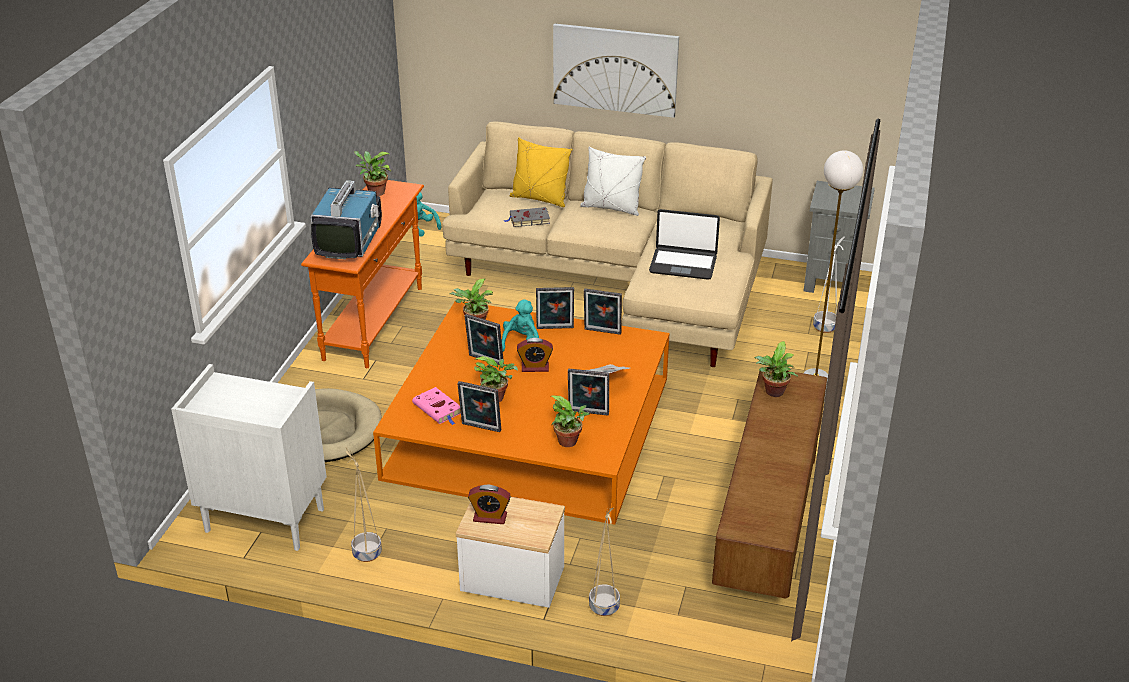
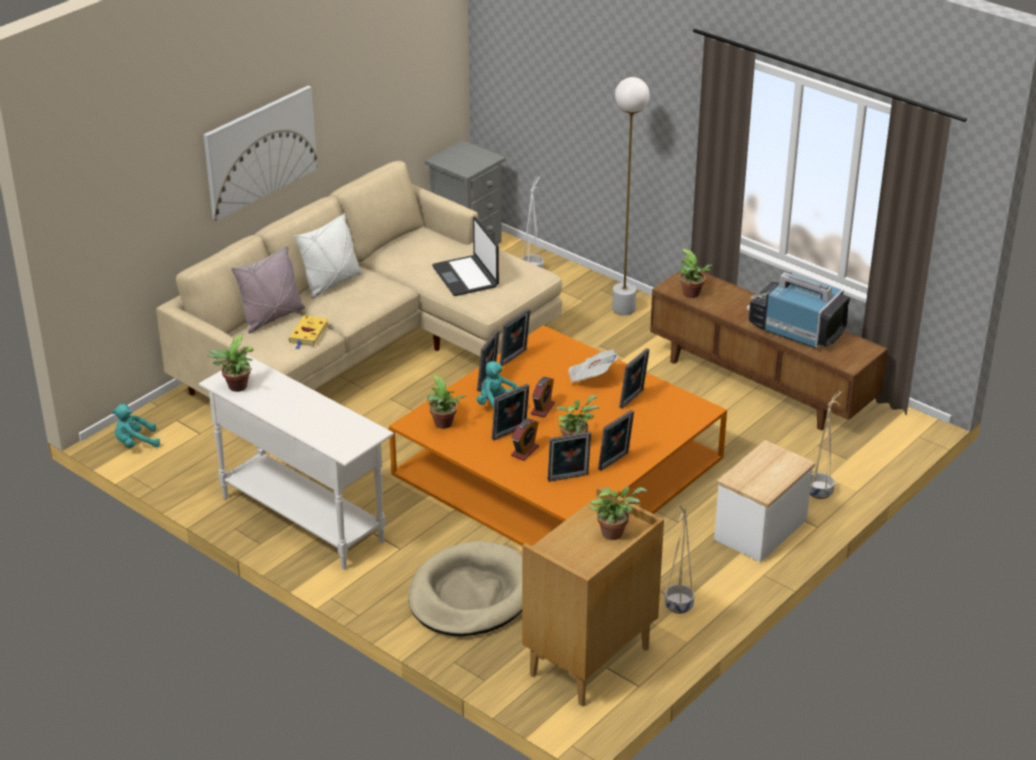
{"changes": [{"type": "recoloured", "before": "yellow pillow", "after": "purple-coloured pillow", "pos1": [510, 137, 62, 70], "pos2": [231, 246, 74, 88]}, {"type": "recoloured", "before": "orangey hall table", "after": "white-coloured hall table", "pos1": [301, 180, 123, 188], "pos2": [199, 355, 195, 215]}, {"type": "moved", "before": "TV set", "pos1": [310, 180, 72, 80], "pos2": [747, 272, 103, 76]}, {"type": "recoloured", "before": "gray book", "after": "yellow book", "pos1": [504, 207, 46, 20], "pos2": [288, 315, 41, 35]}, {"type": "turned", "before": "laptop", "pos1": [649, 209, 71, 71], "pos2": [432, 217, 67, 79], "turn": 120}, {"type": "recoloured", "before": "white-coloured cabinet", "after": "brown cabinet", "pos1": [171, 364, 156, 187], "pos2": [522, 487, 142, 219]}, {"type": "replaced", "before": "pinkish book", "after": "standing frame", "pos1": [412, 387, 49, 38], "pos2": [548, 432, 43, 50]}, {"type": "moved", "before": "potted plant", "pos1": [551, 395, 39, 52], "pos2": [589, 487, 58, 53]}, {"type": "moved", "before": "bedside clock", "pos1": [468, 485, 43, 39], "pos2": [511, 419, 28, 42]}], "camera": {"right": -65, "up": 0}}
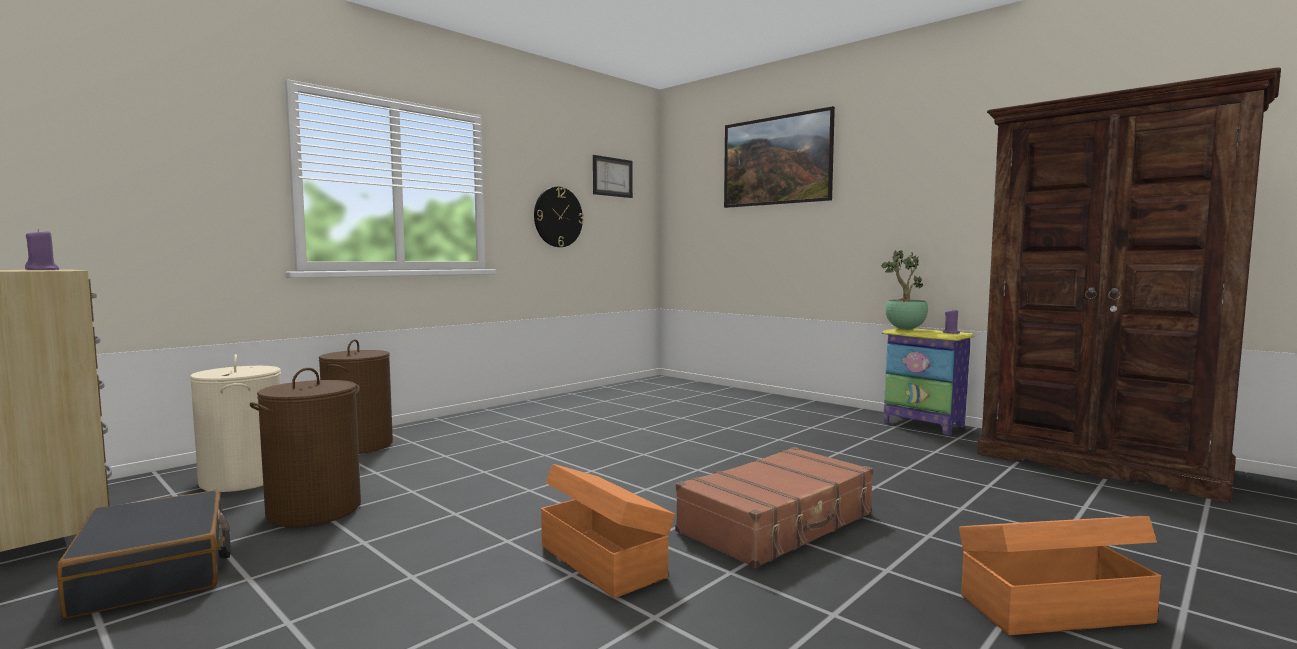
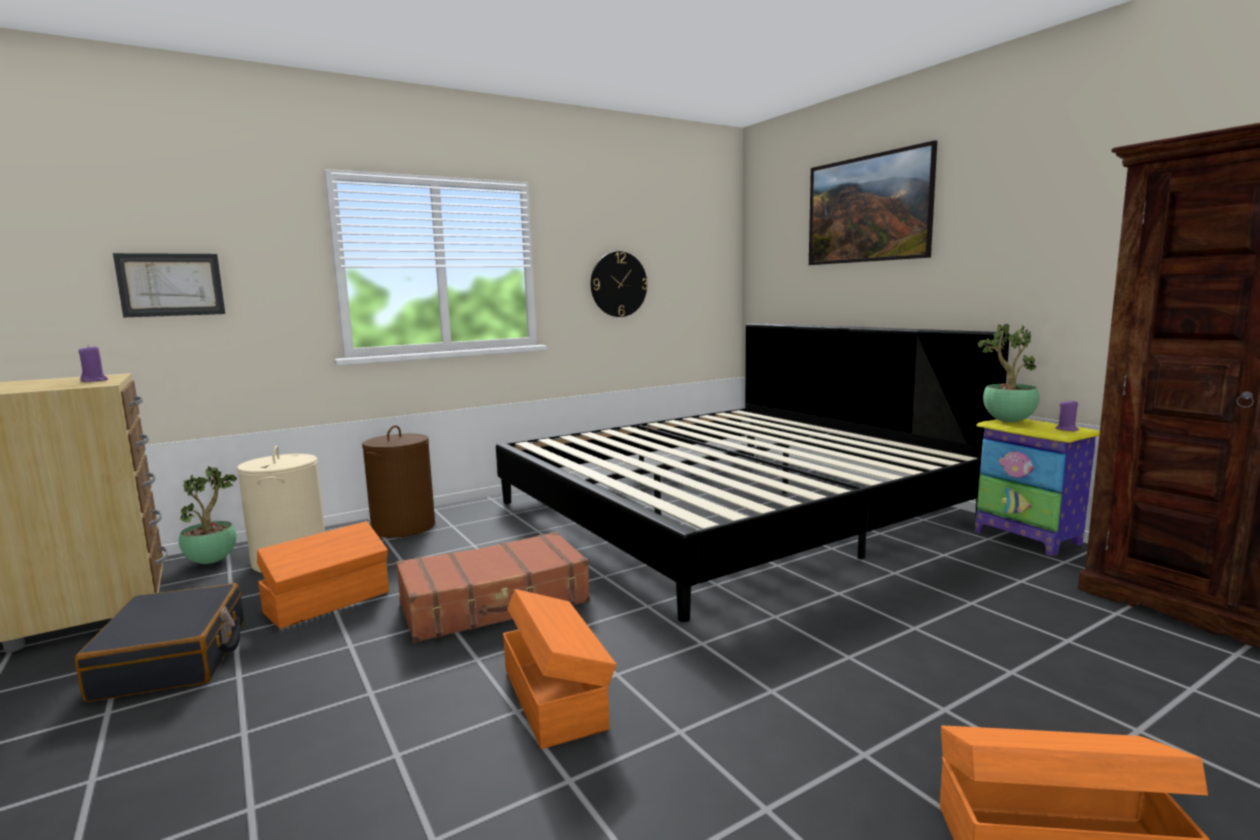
{"changes": [{"type": "moved", "before": "wall picture", "pos1": [593, 155, 40, 43], "pos2": [113, 253, 112, 64]}, {"type": "replaced", "before": "brown hamper", "after": "orangey storage box", "pos1": [250, 368, 111, 159], "pos2": [257, 521, 132, 108]}, {"type": "moved", "before": "brown piece of luggage", "pos1": [675, 447, 198, 121], "pos2": [396, 532, 194, 111]}, {"type": "added", "after": "bed", "pos2": [496, 323, 514, 299]}, {"type": "added", "after": "potted plant", "pos2": [179, 466, 58, 98]}], "camera": {"right": 15, "up": 5}}
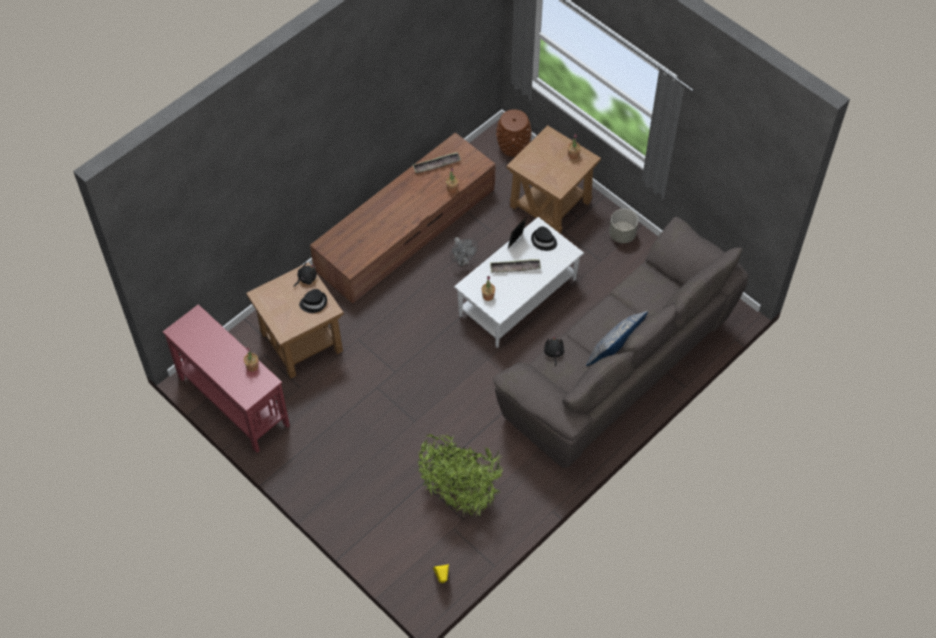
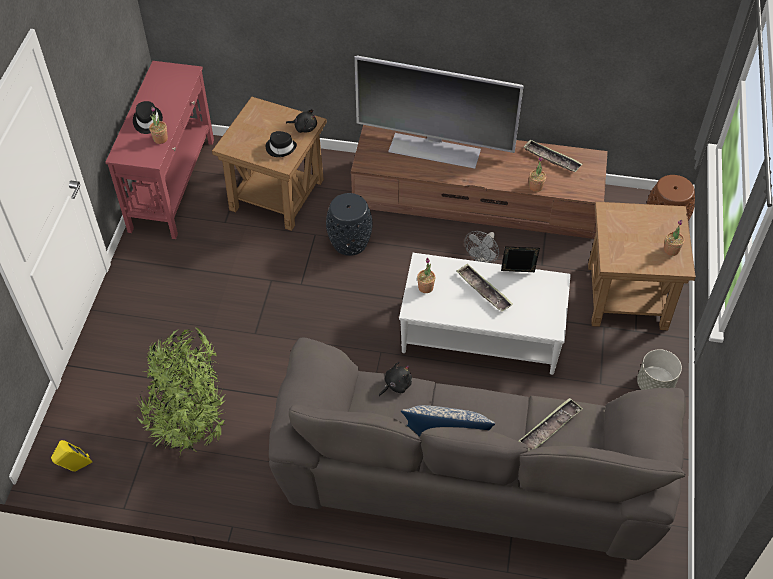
{"changes": [{"type": "moved", "before": "black wearable hat", "pos1": [531, 226, 26, 25], "pos2": [133, 101, 30, 33]}, {"type": "added", "after": "TV set", "pos2": [355, 56, 169, 113]}, {"type": "added", "after": "black sitting stool", "pos2": [326, 193, 46, 63]}, {"type": "added", "after": "carrying tray", "pos2": [519, 398, 64, 53]}], "camera": {"right": 55, "up": -5}}
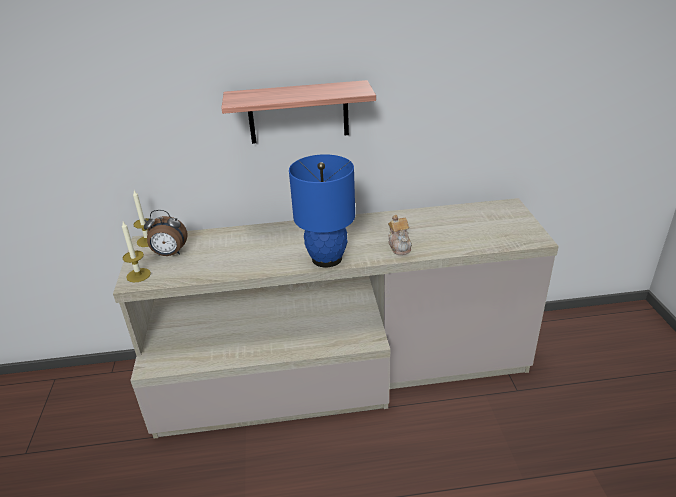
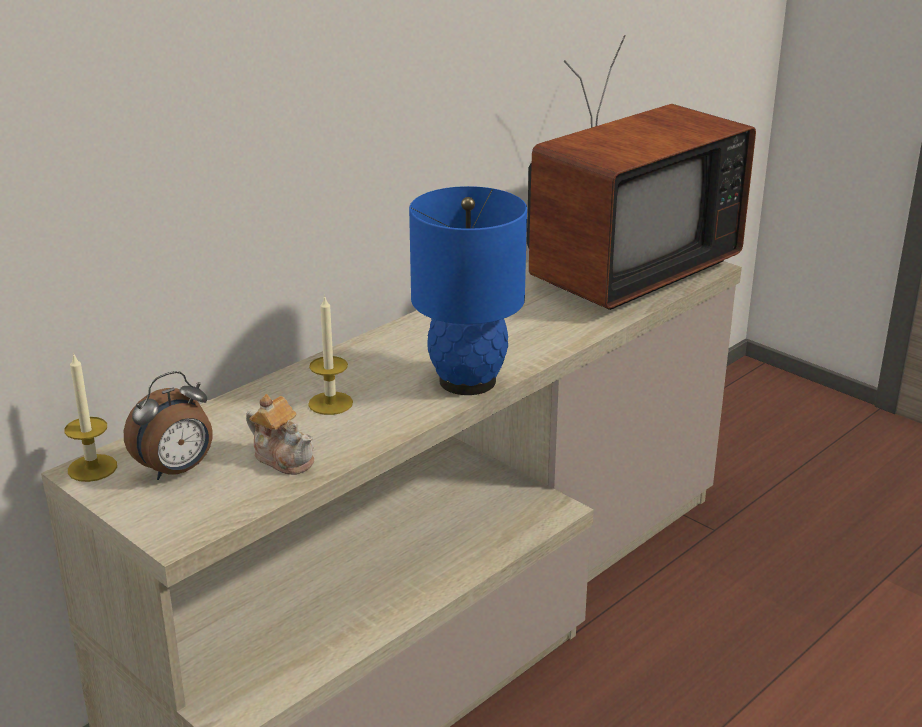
{"changes": [{"type": "removed", "before": "bracket shelf", "pos1": [221, 80, 155, 64]}, {"type": "moved", "before": "teapot", "pos1": [388, 215, 24, 40], "pos2": [246, 394, 68, 81]}, {"type": "moved", "before": "wax light", "pos1": [122, 222, 29, 60], "pos2": [308, 295, 45, 120]}, {"type": "added", "after": "TV set", "pos2": [527, 35, 229, 275]}], "camera": {"right": -40, "up": -5}}
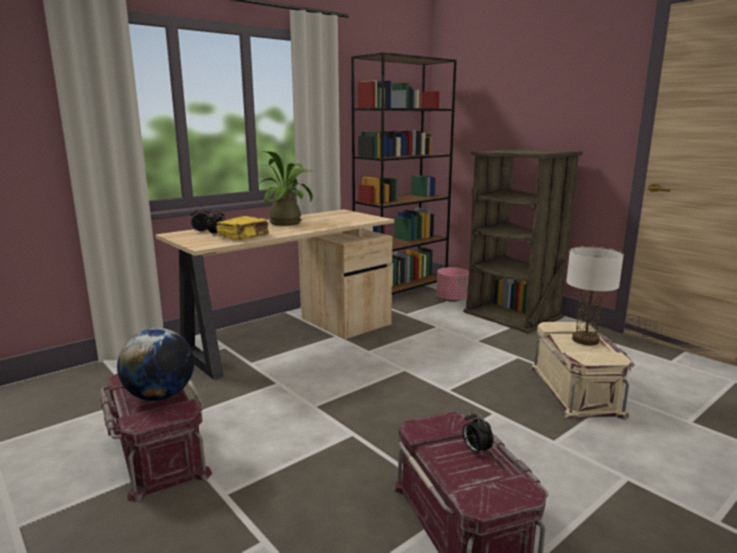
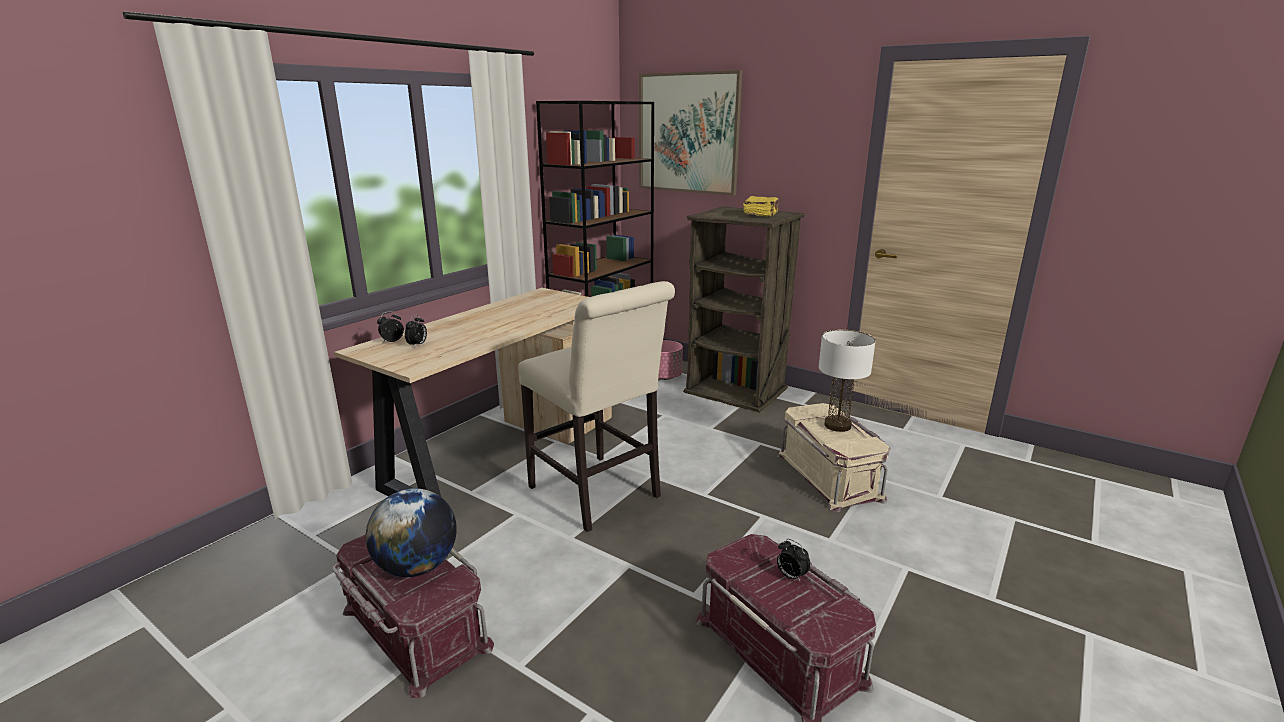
{"changes": [{"type": "removed", "before": "potted plant", "pos1": [257, 151, 56, 75]}, {"type": "moved", "before": "yellow book", "pos1": [217, 216, 52, 24], "pos2": [743, 196, 36, 20]}, {"type": "added", "after": "wall picture", "pos2": [639, 70, 104, 126]}, {"type": "added", "after": "beige sitting stool", "pos2": [518, 281, 157, 251]}], "camera": {"right": -15, "up": 5}}
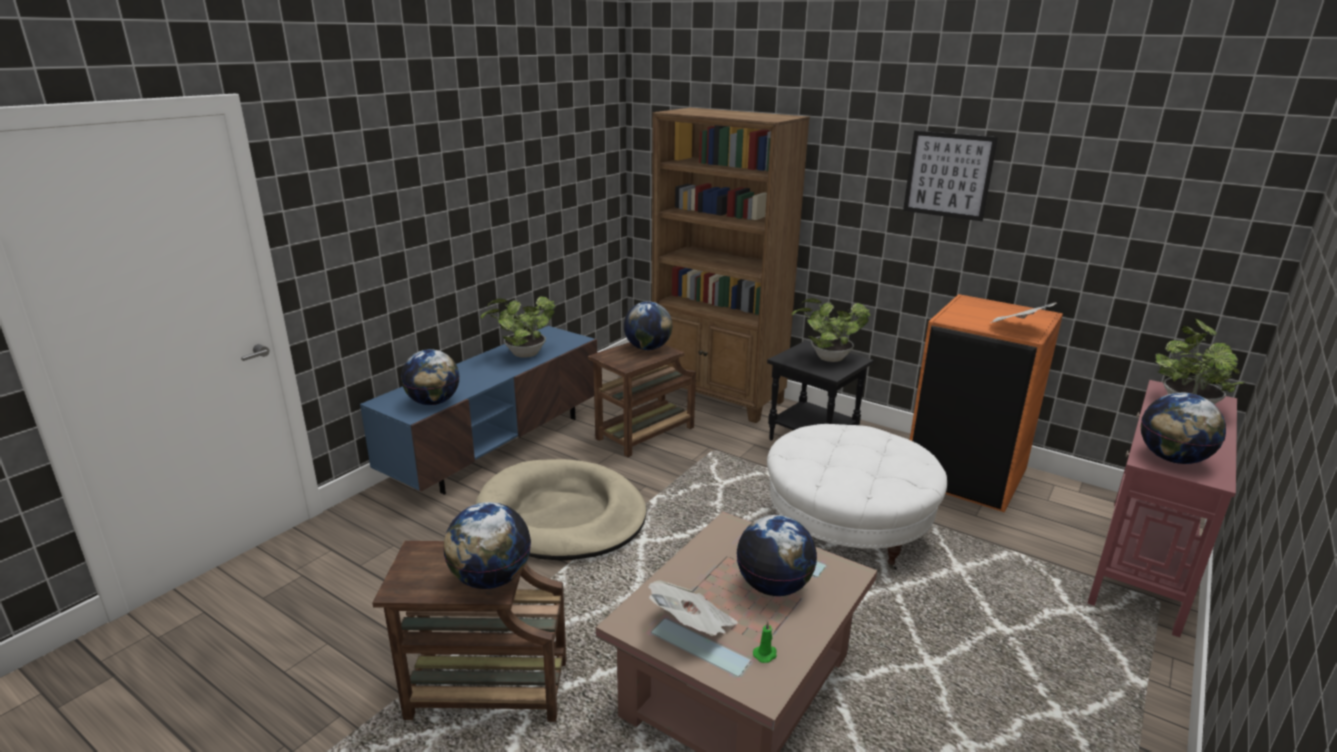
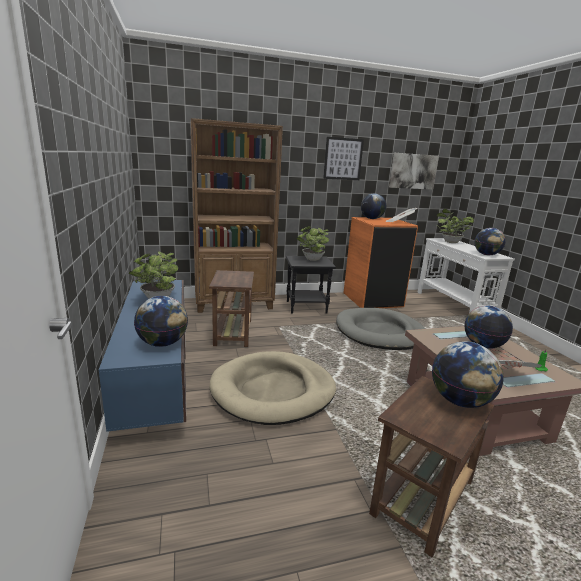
{"changes": [{"type": "moved", "before": "globe", "pos1": [624, 301, 48, 49], "pos2": [361, 194, 25, 25]}, {"type": "recoloured", "before": "reddish hall table", "after": "white-coloured hall table", "pos1": [1088, 380, 149, 257], "pos2": [417, 238, 98, 75]}, {"type": "replaced", "before": "white-coloured ottoman", "after": "gray pet bed", "pos1": [767, 424, 180, 146], "pos2": [336, 308, 89, 42]}, {"type": "added", "after": "wall picture", "pos2": [389, 153, 50, 36]}], "camera": {"right": -50, "up": -5}}
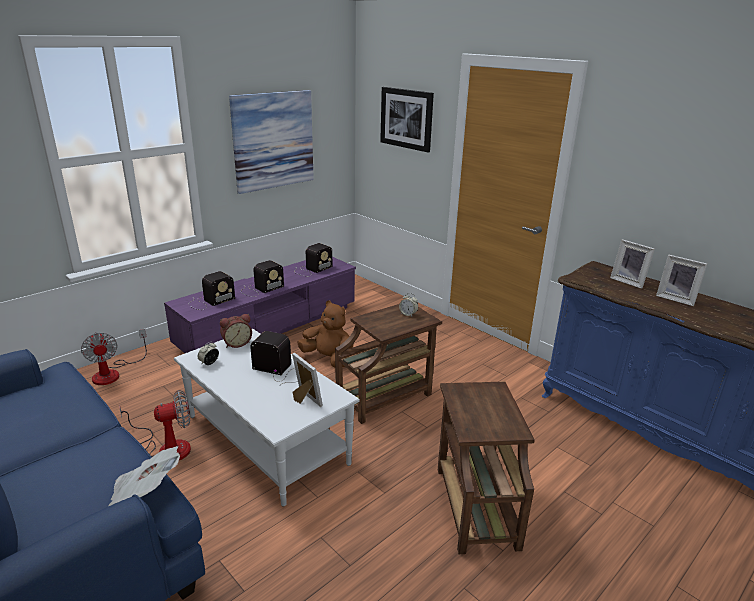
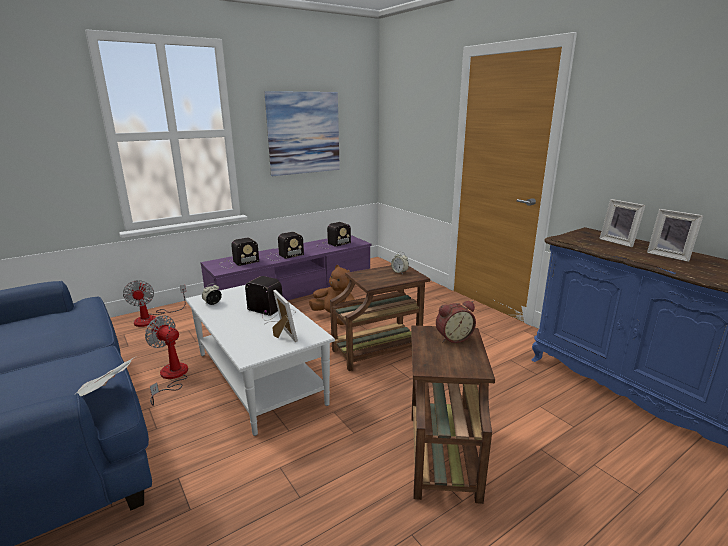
{"changes": [{"type": "removed", "before": "wall picture", "pos1": [380, 87, 54, 65]}, {"type": "moved", "before": "bedside clock", "pos1": [220, 314, 32, 34], "pos2": [436, 301, 40, 42]}, {"type": "turned", "before": "cooling fan", "pos1": [119, 390, 72, 70], "pos2": [145, 315, 43, 91], "turn": -135}], "camera": {"right": 10, "up": -5}}
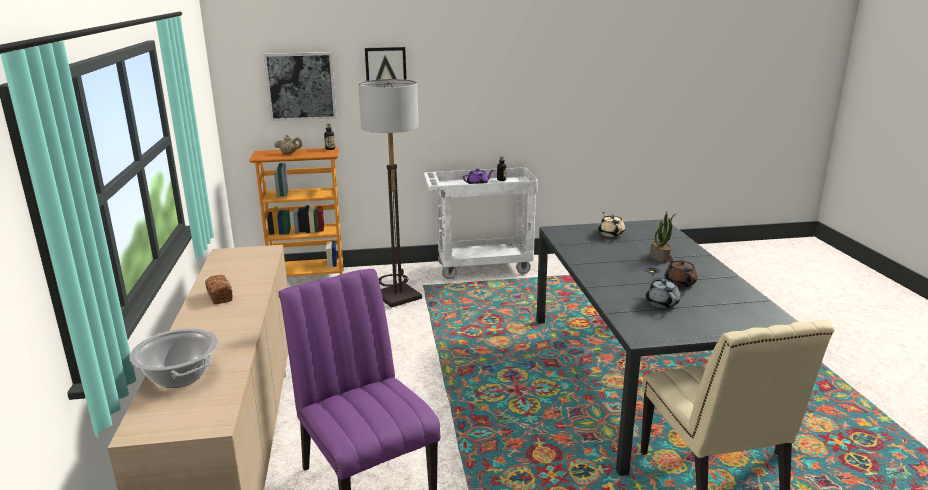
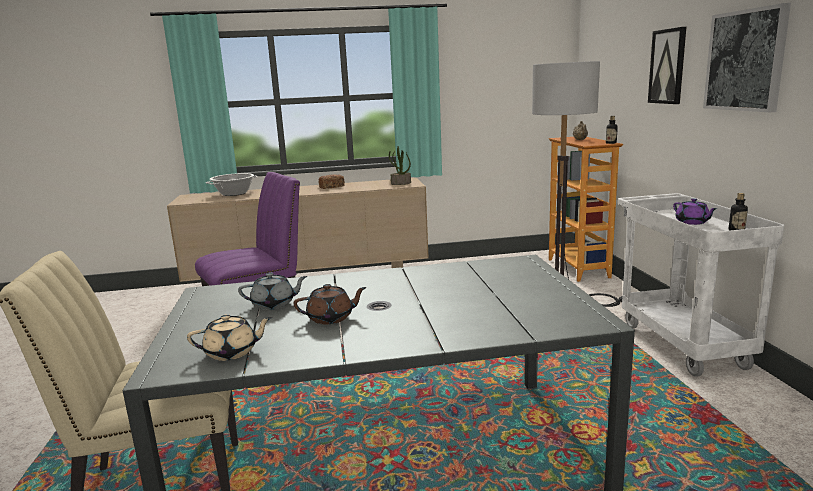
{"changes": [{"type": "moved", "before": "wall picture", "pos1": [263, 52, 74, 69], "pos2": [703, 3, 88, 109]}, {"type": "moved", "before": "potted plant", "pos1": [650, 211, 27, 51], "pos2": [389, 146, 22, 39]}, {"type": "moved", "before": "beige teapot", "pos1": [598, 212, 27, 25], "pos2": [187, 314, 85, 47]}], "camera": {"right": 90, "up": -5}}
